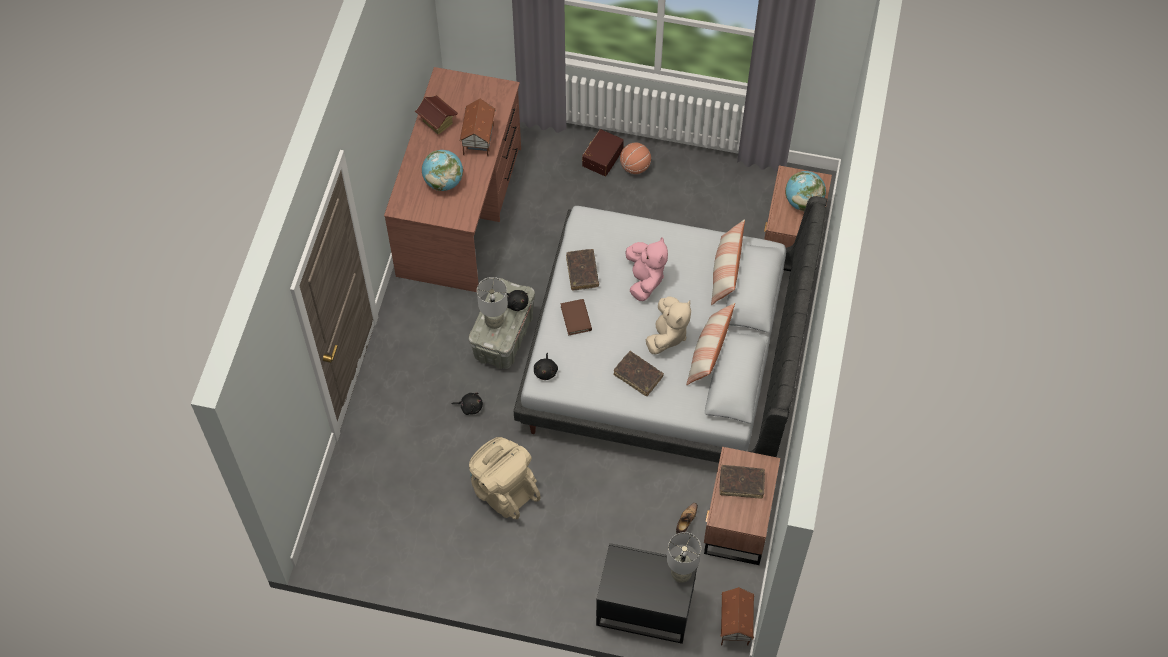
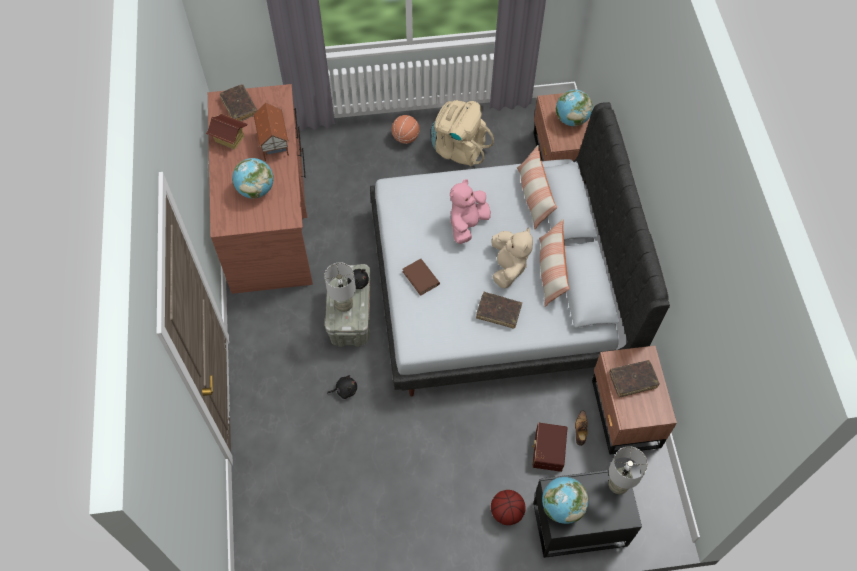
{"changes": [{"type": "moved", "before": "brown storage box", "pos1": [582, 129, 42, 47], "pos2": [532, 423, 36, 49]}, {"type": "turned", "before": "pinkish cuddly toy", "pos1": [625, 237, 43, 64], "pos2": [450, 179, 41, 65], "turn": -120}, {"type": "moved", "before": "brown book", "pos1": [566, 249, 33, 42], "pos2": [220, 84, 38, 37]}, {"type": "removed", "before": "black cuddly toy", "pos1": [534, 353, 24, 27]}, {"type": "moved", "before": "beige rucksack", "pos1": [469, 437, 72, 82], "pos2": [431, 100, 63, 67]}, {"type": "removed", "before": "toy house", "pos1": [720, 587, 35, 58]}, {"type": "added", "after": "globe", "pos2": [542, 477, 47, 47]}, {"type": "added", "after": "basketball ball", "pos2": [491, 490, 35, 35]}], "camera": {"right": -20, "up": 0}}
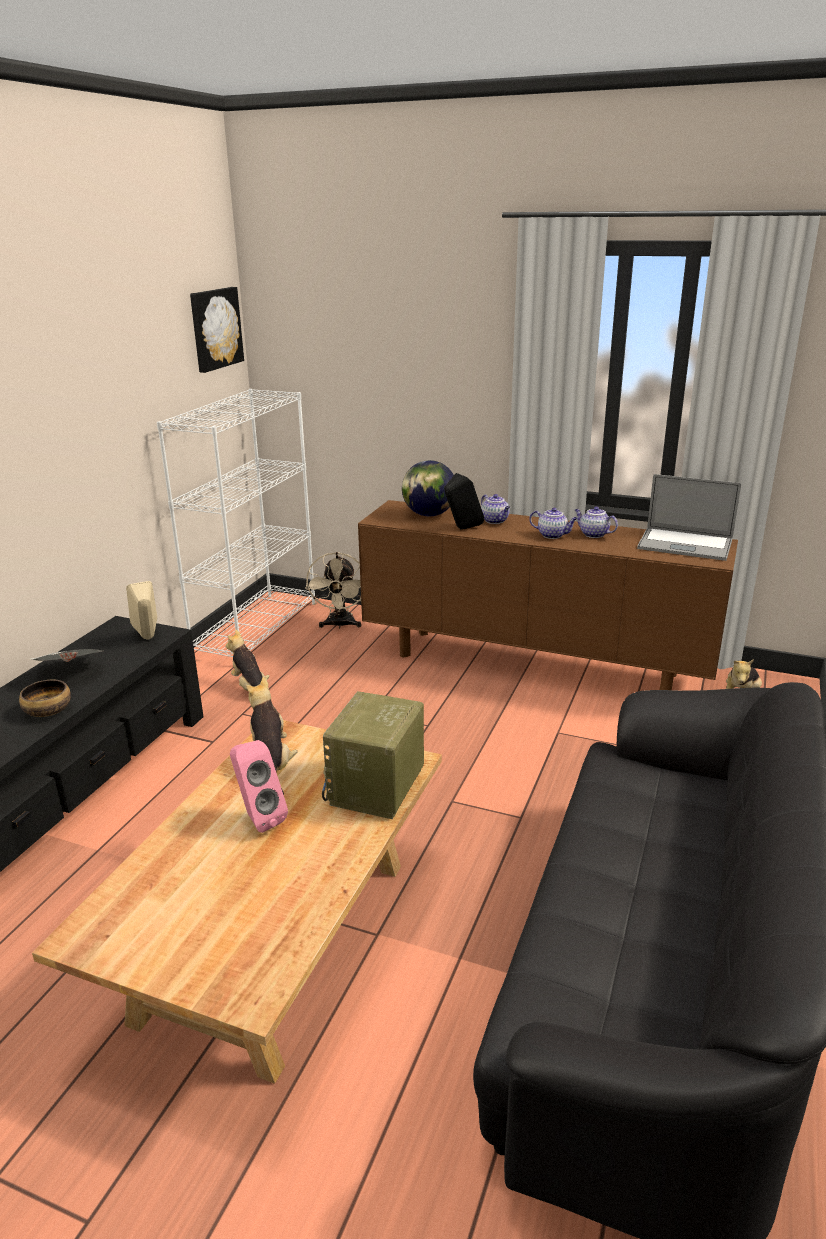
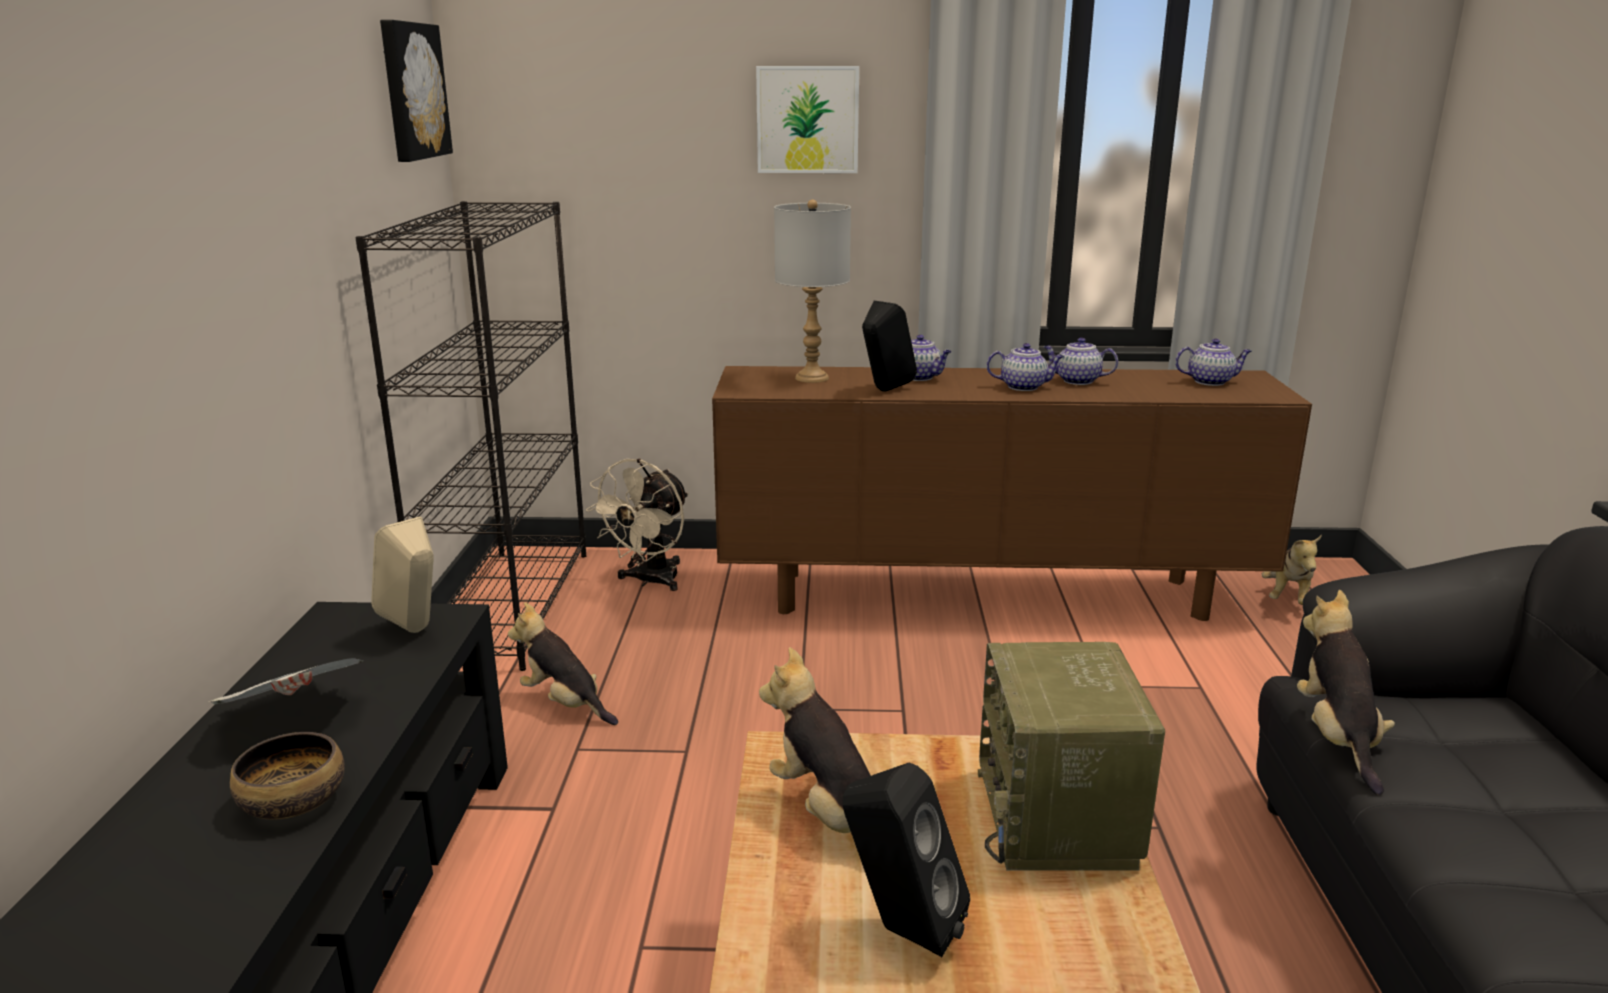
{"changes": [{"type": "recoloured", "before": "white-coloured bookshelf", "after": "black bookshelf", "pos1": [157, 389, 158, 268], "pos2": [355, 201, 231, 470]}, {"type": "replaced", "before": "globe", "after": "gray lamp for a table", "pos1": [402, 460, 52, 56], "pos2": [774, 200, 77, 183]}, {"type": "replaced", "before": "laptop", "after": "teapot", "pos1": [637, 474, 104, 87], "pos2": [1175, 339, 77, 47]}, {"type": "turned", "before": "beige cooling fan", "pos1": [305, 552, 56, 77], "pos2": [586, 459, 103, 132], "turn": 45}, {"type": "recoloured", "before": "pinkish speaker", "after": "black speaker", "pos1": [230, 740, 58, 93], "pos2": [843, 763, 127, 194]}, {"type": "added", "after": "wall picture", "pos2": [756, 66, 103, 107]}, {"type": "added", "after": "cuddly toy", "pos2": [1297, 590, 98, 205]}], "camera": {"right": -20, "up": -5}}
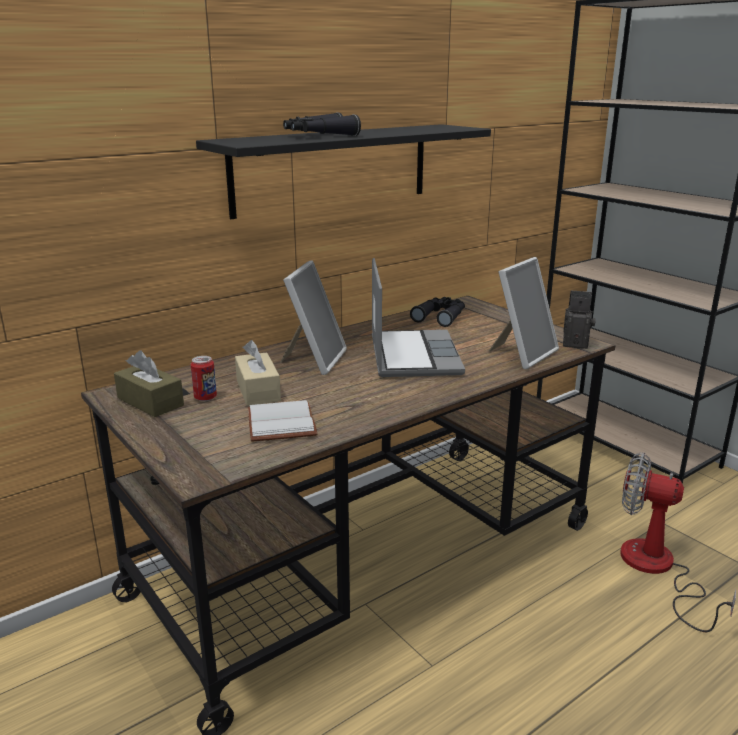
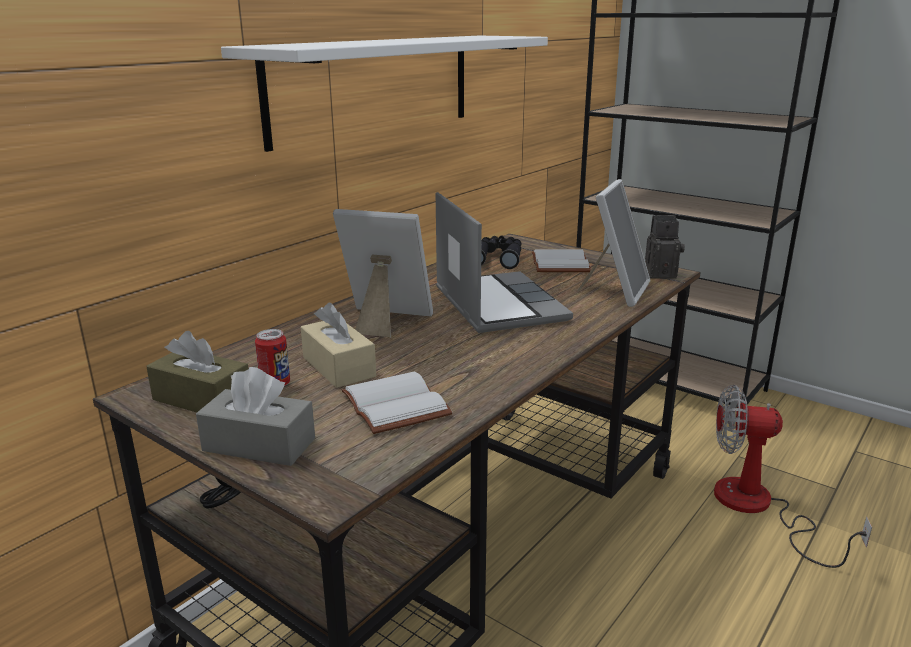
{"changes": [{"type": "removed", "before": "black field glasses", "pos1": [283, 112, 78, 24]}, {"type": "recoloured", "before": "black bracket shelf", "after": "white-coloured bracket shelf", "pos1": [196, 124, 295, 95], "pos2": [221, 36, 327, 116]}, {"type": "turned", "before": "standing frame", "pos1": [280, 261, 67, 114], "pos2": [333, 209, 100, 128], "turn": -75}, {"type": "added", "after": "white-coloured book", "pos2": [532, 249, 59, 23]}, {"type": "added", "after": "gray tissue box", "pos2": [196, 367, 119, 99]}], "camera": {"right": -15, "up": 0}}
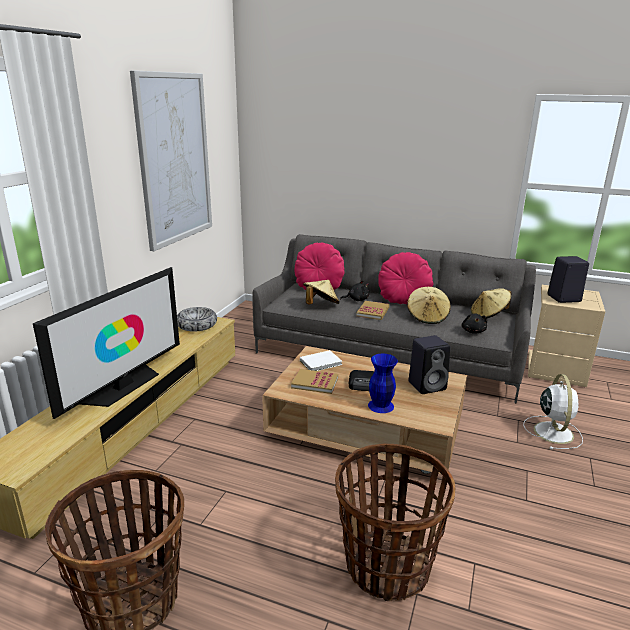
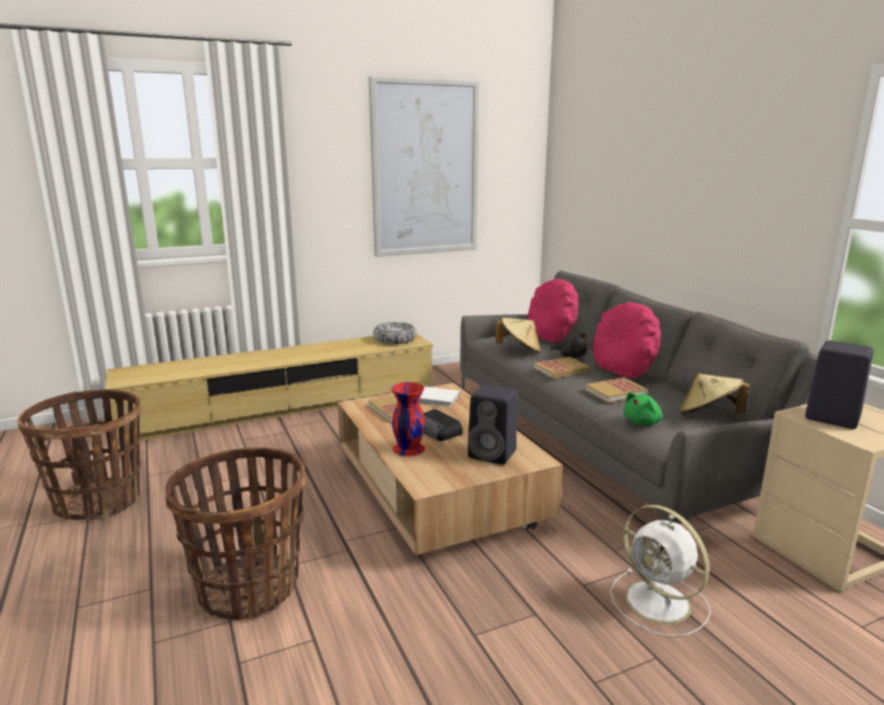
{"changes": [{"type": "removed", "before": "TV set", "pos1": [33, 267, 147, 152]}, {"type": "replaced", "before": "beige wearable hat", "after": "book", "pos1": [407, 287, 44, 37], "pos2": [584, 377, 64, 26]}, {"type": "recoloured", "before": "black cuddly toy", "after": "greenish cuddly toy", "pos1": [461, 313, 26, 21], "pos2": [623, 392, 40, 33]}, {"type": "recoloured", "before": "blue-coloured decorative vase", "after": "reddish decorative vase", "pos1": [368, 354, 30, 59], "pos2": [391, 382, 34, 74]}, {"type": "turned", "before": "white-coloured cooling fan", "pos1": [523, 374, 60, 75], "pos2": [610, 505, 101, 132], "turn": 90}], "camera": {"right": 45, "up": -5}}
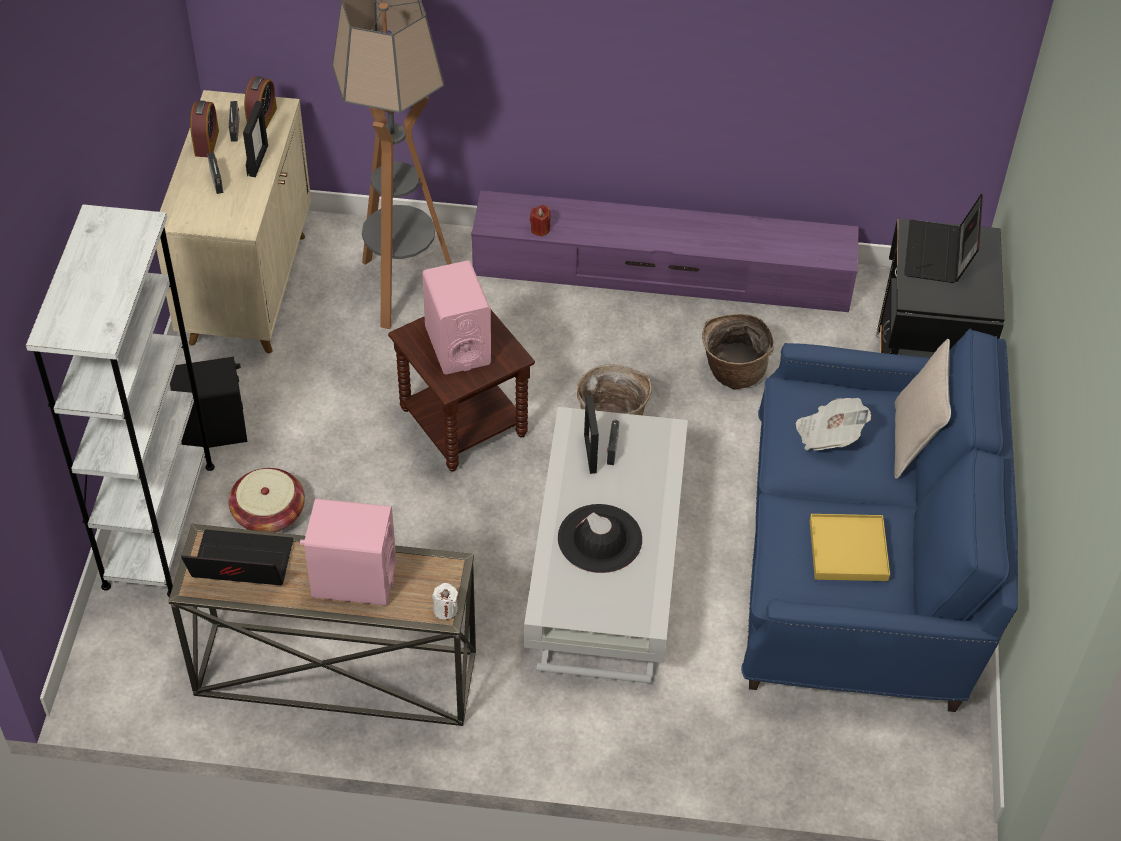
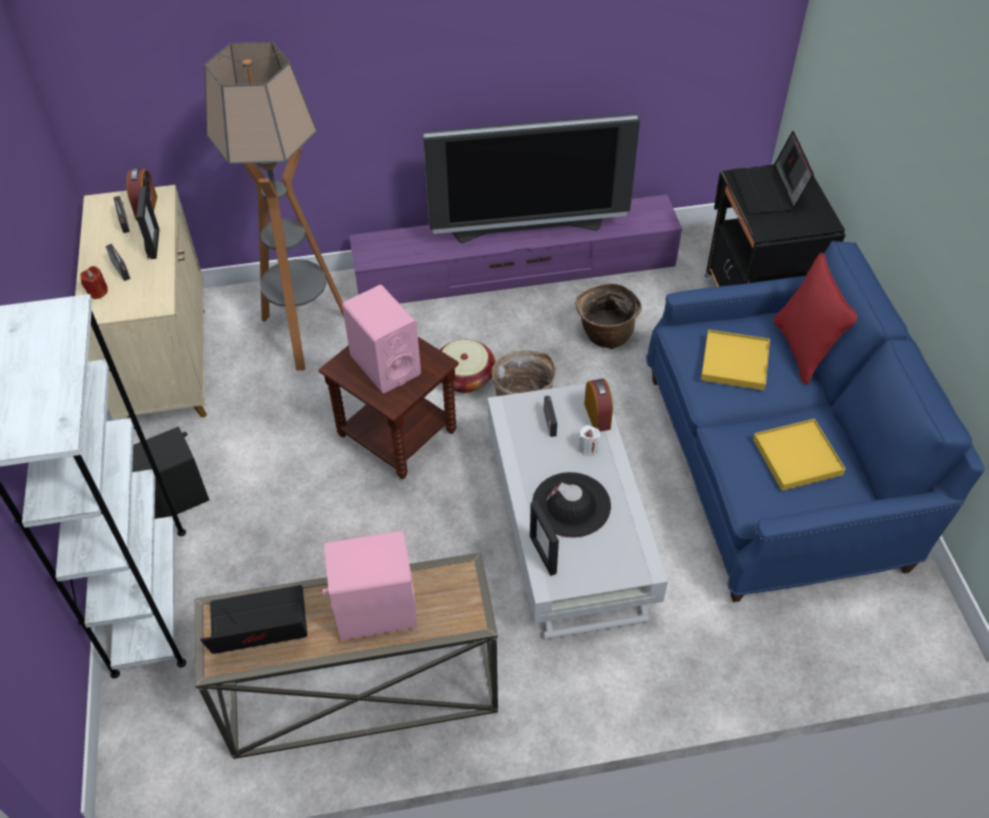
{"changes": [{"type": "moved", "before": "bedside clock", "pos1": [190, 101, 29, 56], "pos2": [584, 378, 29, 54]}, {"type": "moved", "before": "reddish wax light", "pos1": [530, 205, 21, 32], "pos2": [80, 266, 28, 33]}, {"type": "recoloured", "before": "beige pillow", "after": "reddish pillow", "pos1": [894, 339, 57, 140], "pos2": [774, 253, 83, 132]}, {"type": "moved", "before": "standing frame", "pos1": [584, 395, 15, 79], "pos2": [530, 500, 29, 76]}, {"type": "replaced", "before": "daily paper", "after": "yellow carrying tray", "pos1": [795, 398, 76, 52], "pos2": [701, 329, 69, 61]}, {"type": "moved", "before": "basket", "pos1": [229, 468, 76, 65], "pos2": [440, 340, 56, 53]}, {"type": "moved", "before": "white-coloured wax light", "pos1": [432, 583, 26, 37], "pos2": [578, 425, 22, 31]}, {"type": "added", "after": "TV set", "pos2": [423, 114, 217, 129]}], "camera": {"right": -15, "up": 0}}
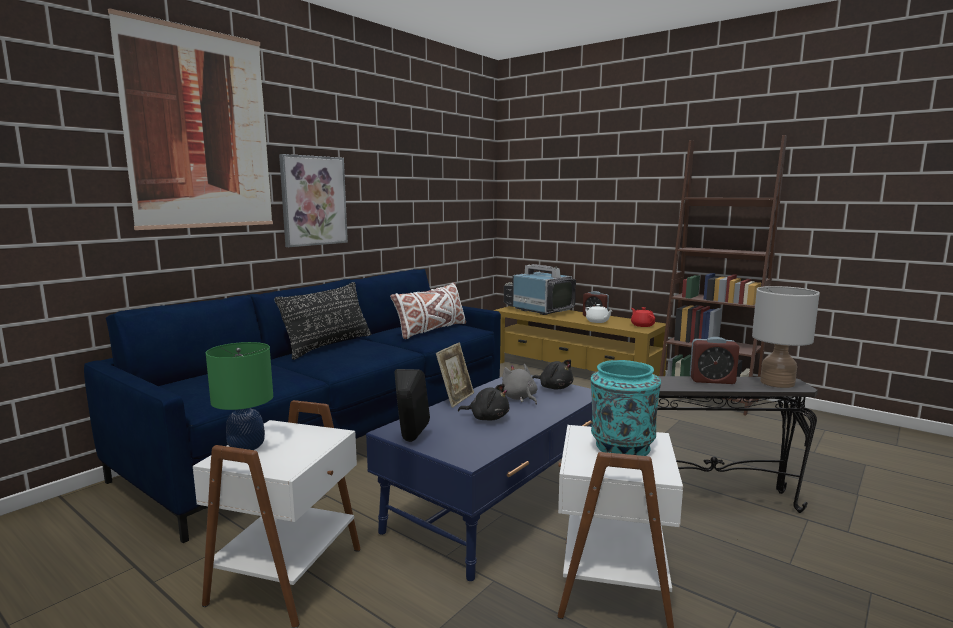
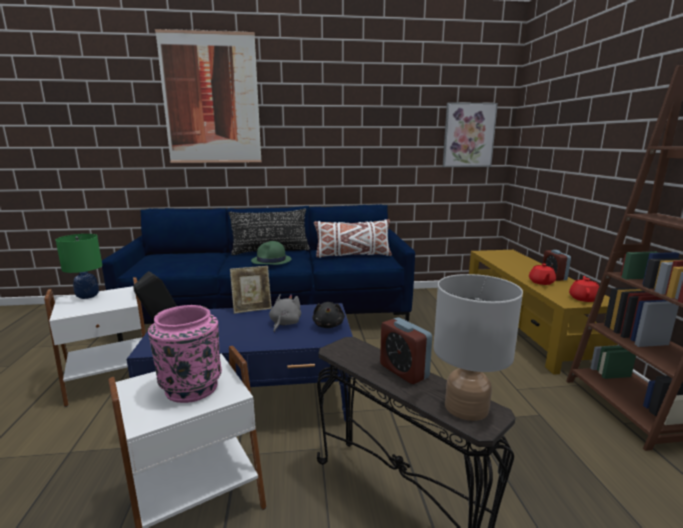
{"changes": [{"type": "moved", "before": "wall picture", "pos1": [279, 154, 69, 93], "pos2": [443, 102, 55, 65]}, {"type": "removed", "before": "TV set", "pos1": [504, 264, 72, 51]}, {"type": "recoloured", "before": "white-coloured teapot", "after": "reddish teapot", "pos1": [585, 304, 27, 19], "pos2": [529, 263, 27, 22]}, {"type": "recoloured", "before": "blue-green decorative vase", "after": "pinkish decorative vase", "pos1": [591, 360, 70, 96], "pos2": [148, 305, 74, 98]}, {"type": "removed", "before": "black cuddly toy", "pos1": [458, 384, 51, 37]}, {"type": "added", "after": "greenish wearable hat", "pos2": [251, 241, 40, 24]}], "camera": {"right": 45, "up": 5}}
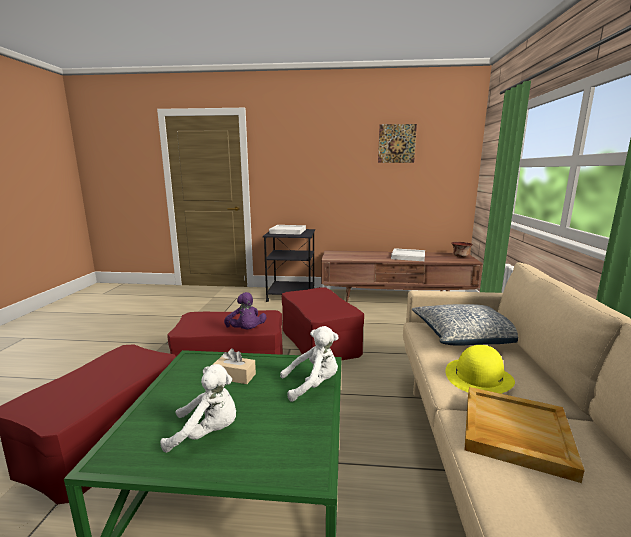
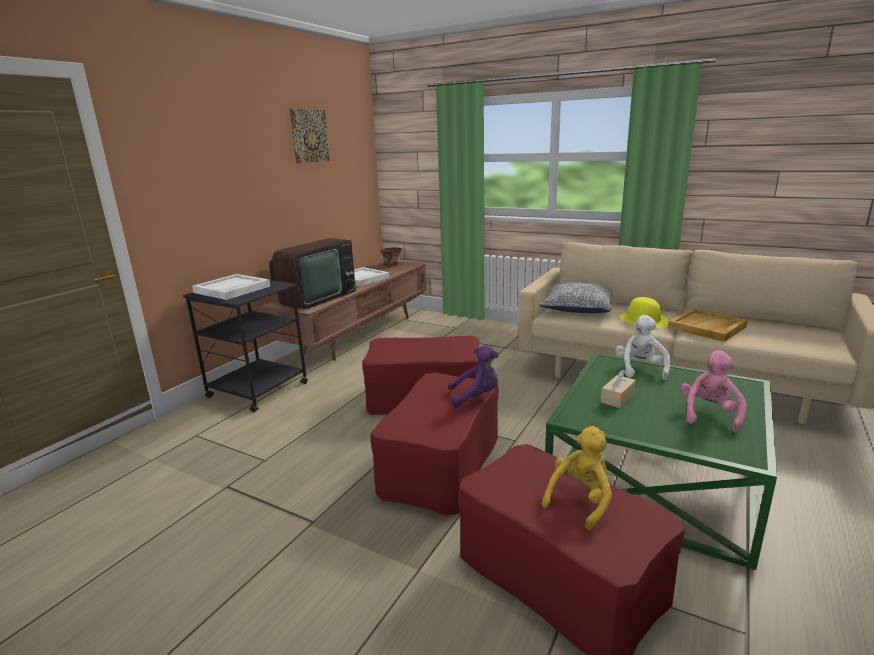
{"changes": [{"type": "recoloured", "before": "white-coloured cuddly toy", "after": "pinkish cuddly toy", "pos1": [160, 364, 76, 89], "pos2": [680, 350, 67, 83]}, {"type": "added", "after": "TV set", "pos2": [269, 238, 87, 72]}, {"type": "added", "after": "yellow cuddly toy", "pos2": [542, 426, 70, 104]}], "camera": {"right": -65, "up": 5}}
